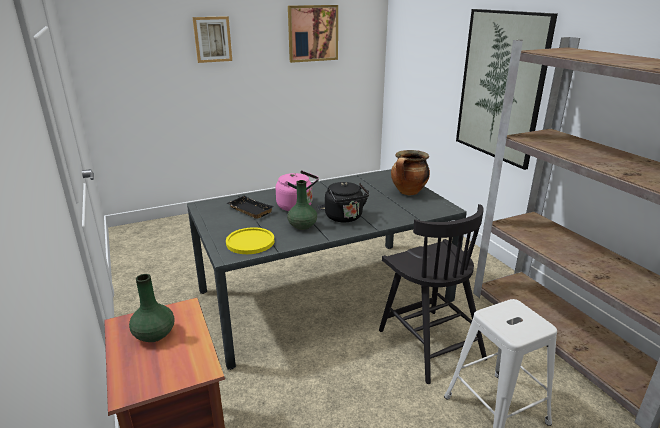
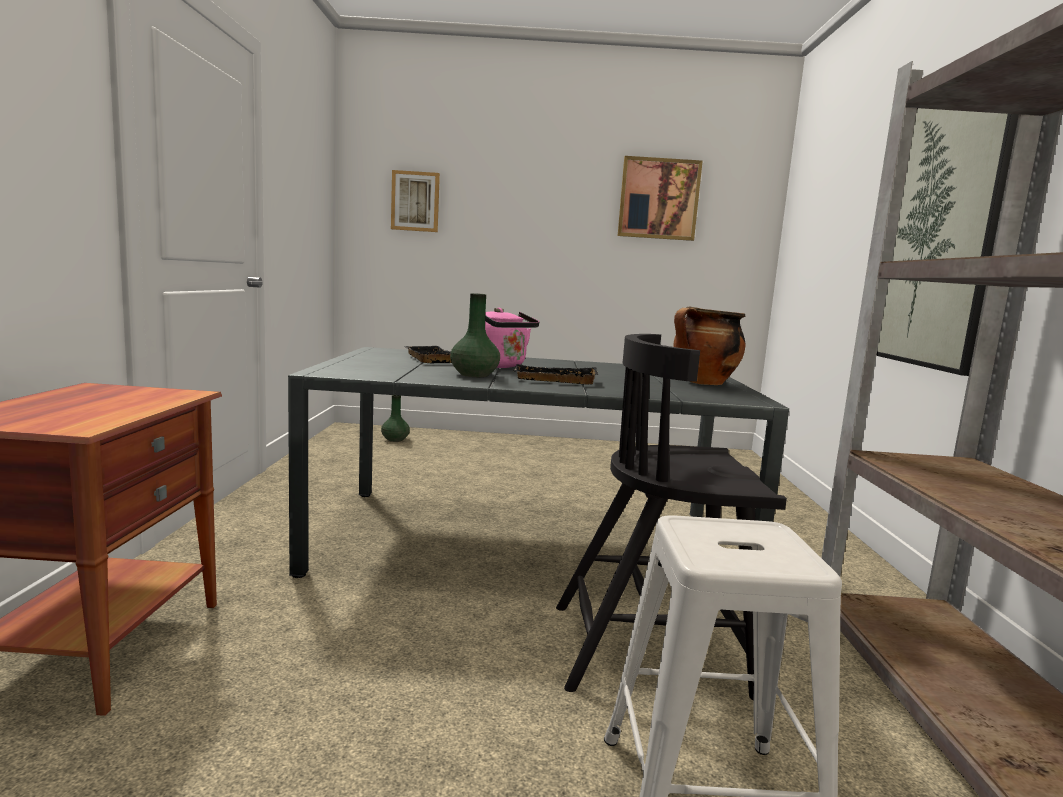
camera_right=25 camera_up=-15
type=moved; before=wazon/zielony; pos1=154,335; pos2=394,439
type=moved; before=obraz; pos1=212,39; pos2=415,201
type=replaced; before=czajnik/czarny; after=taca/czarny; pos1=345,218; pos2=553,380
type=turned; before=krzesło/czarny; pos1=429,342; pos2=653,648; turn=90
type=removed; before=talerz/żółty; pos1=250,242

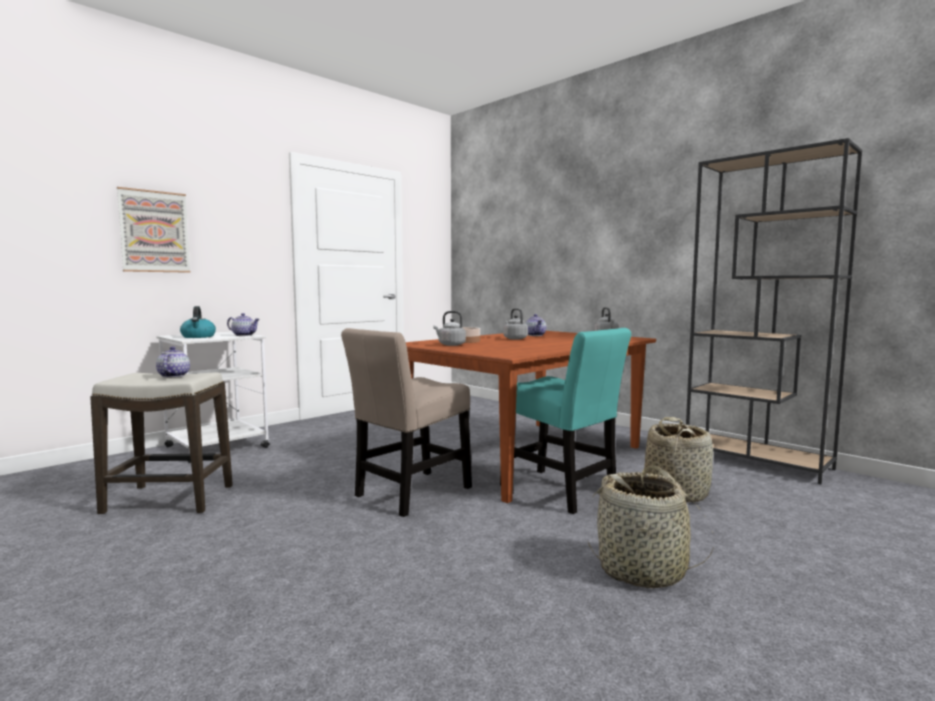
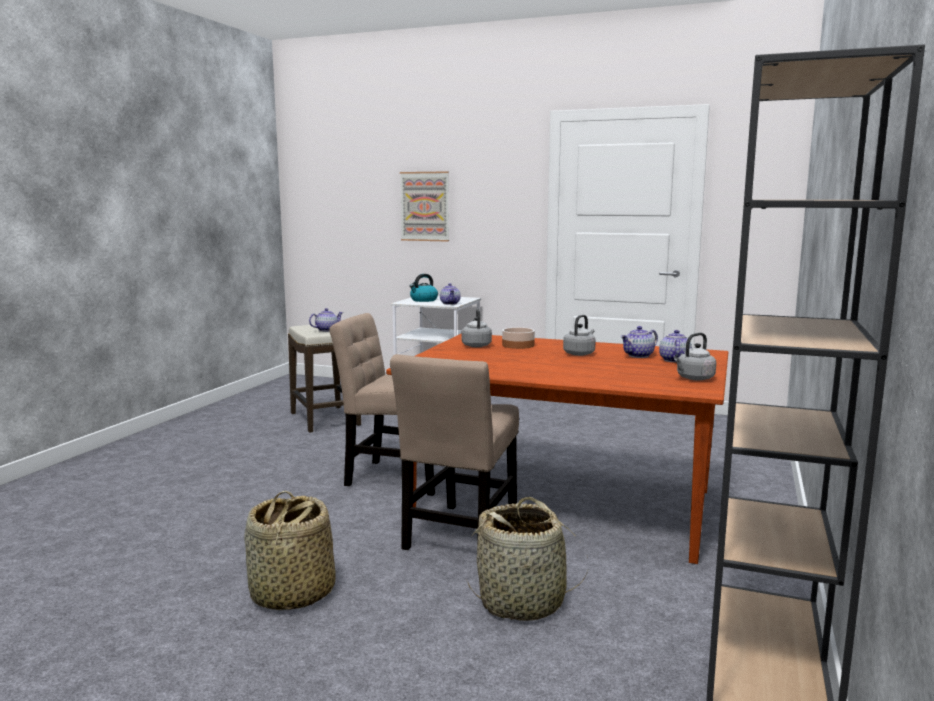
camera_right=65 camera_up=5
type=recoloured; before=krzesło/turkusowy; after=krzesło/beżowy; pos1=561,491; pos2=460,536
type=added; after=imbryk; pos2=673,360

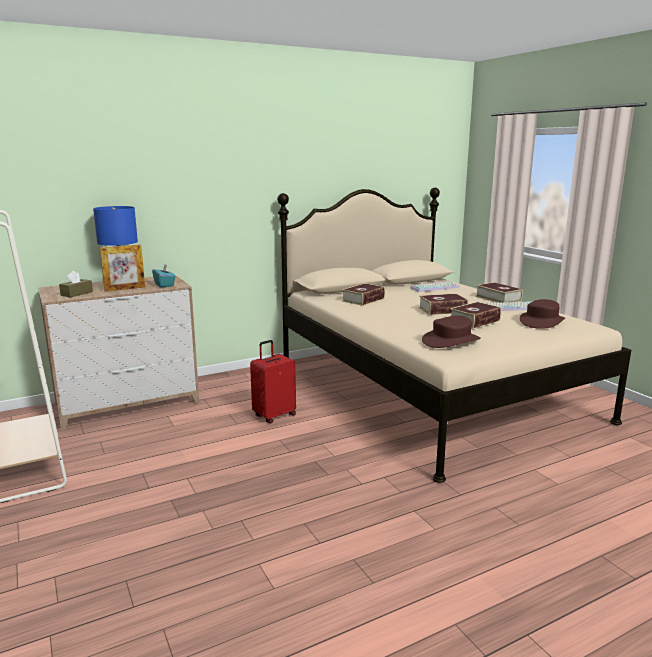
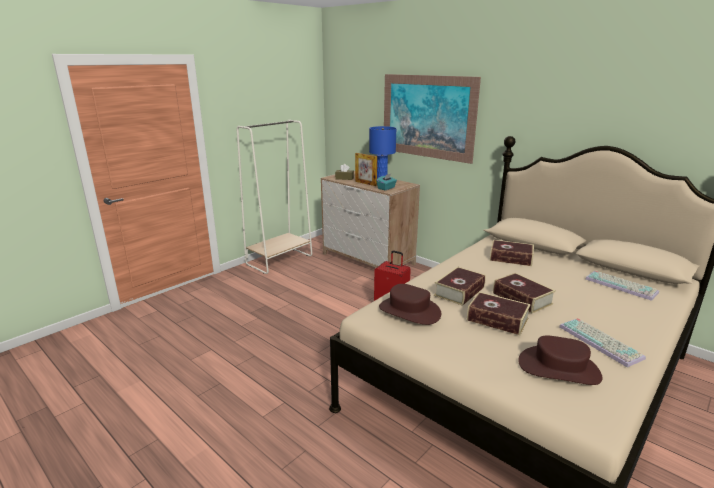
camera_right=70 camera_up=5
type=added; after=obraz; pos2=427,117
type=moved; before=książka; pos1=498,298; pos2=459,291

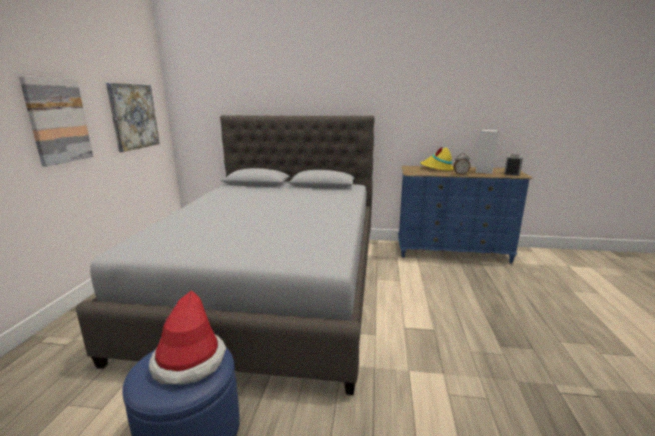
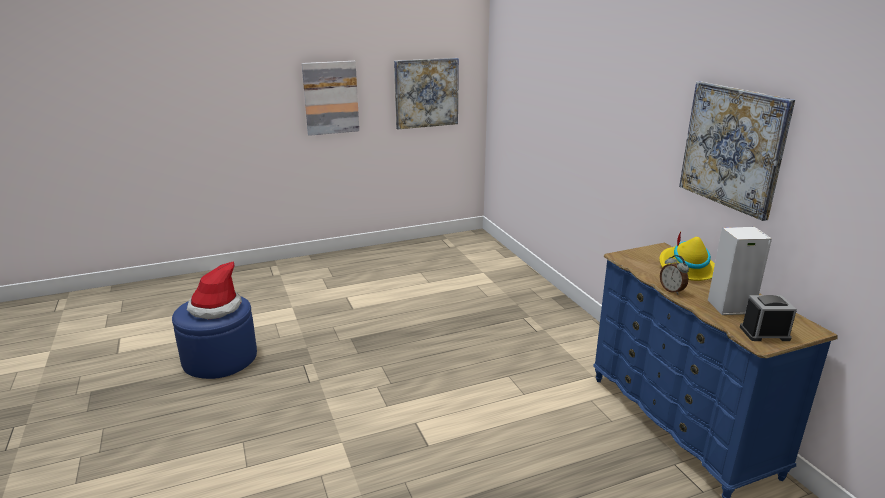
camera_right=60 camera_up=5
type=added; after=obraz; pos2=733,147
type=removed; before=łóżko/szary; pos1=273,285

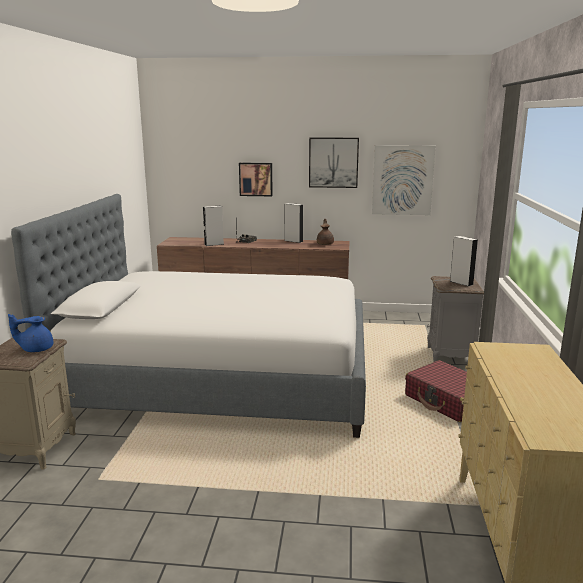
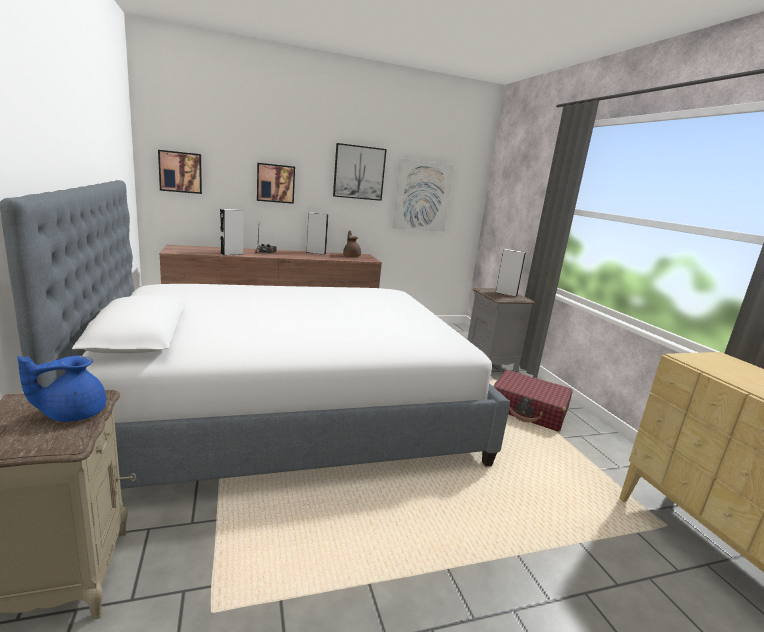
camera_right=-25 camera_up=0
type=added; after=obraz; pos2=180,172

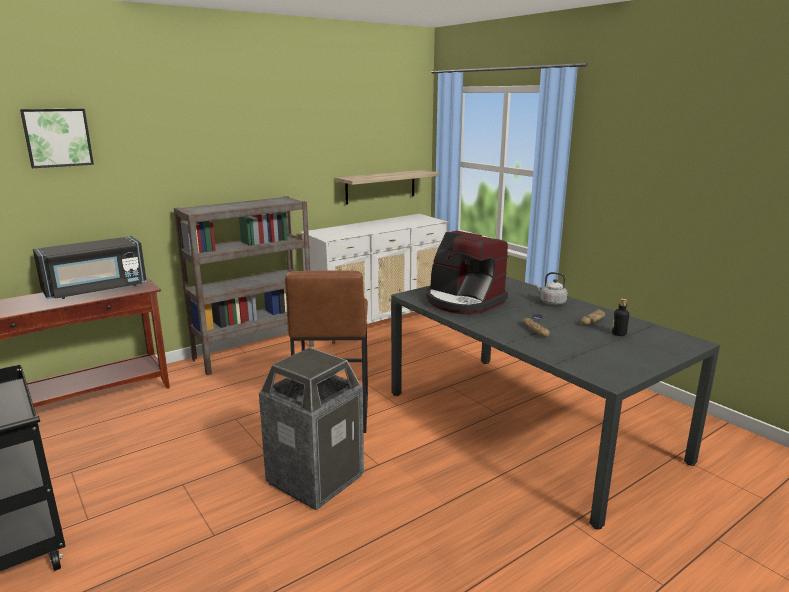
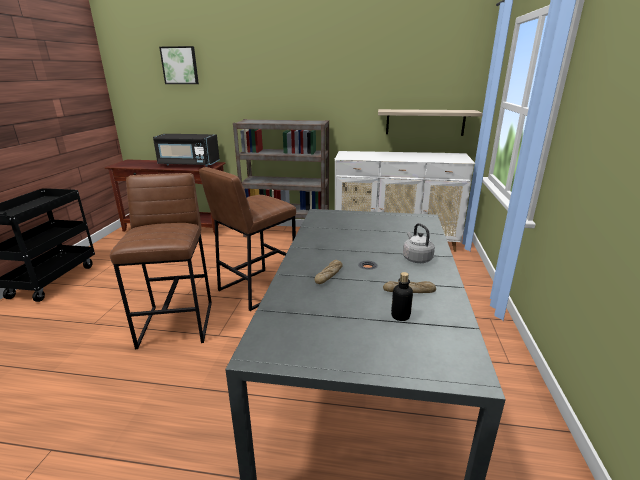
camera_right=45 camera_up=5
type=replaced; before=kosz na śmieci; after=stołek/brązowy; pos1=315,479; pos2=177,323
type=removed; before=ekspres do kawy; pos1=463,301

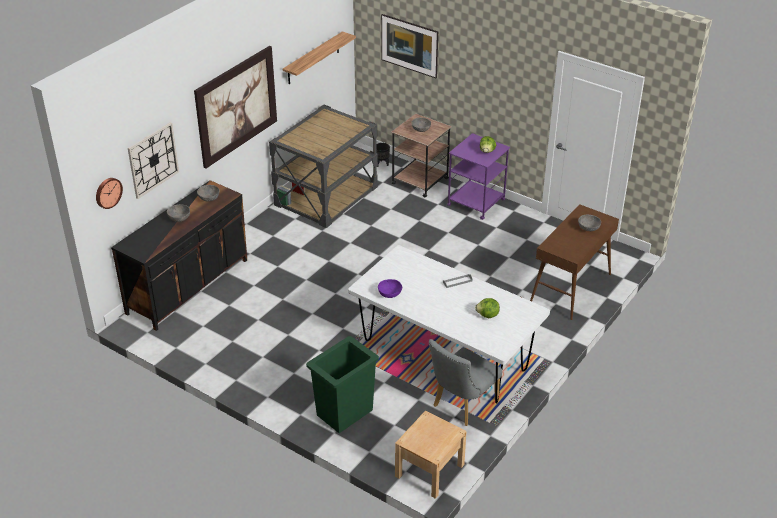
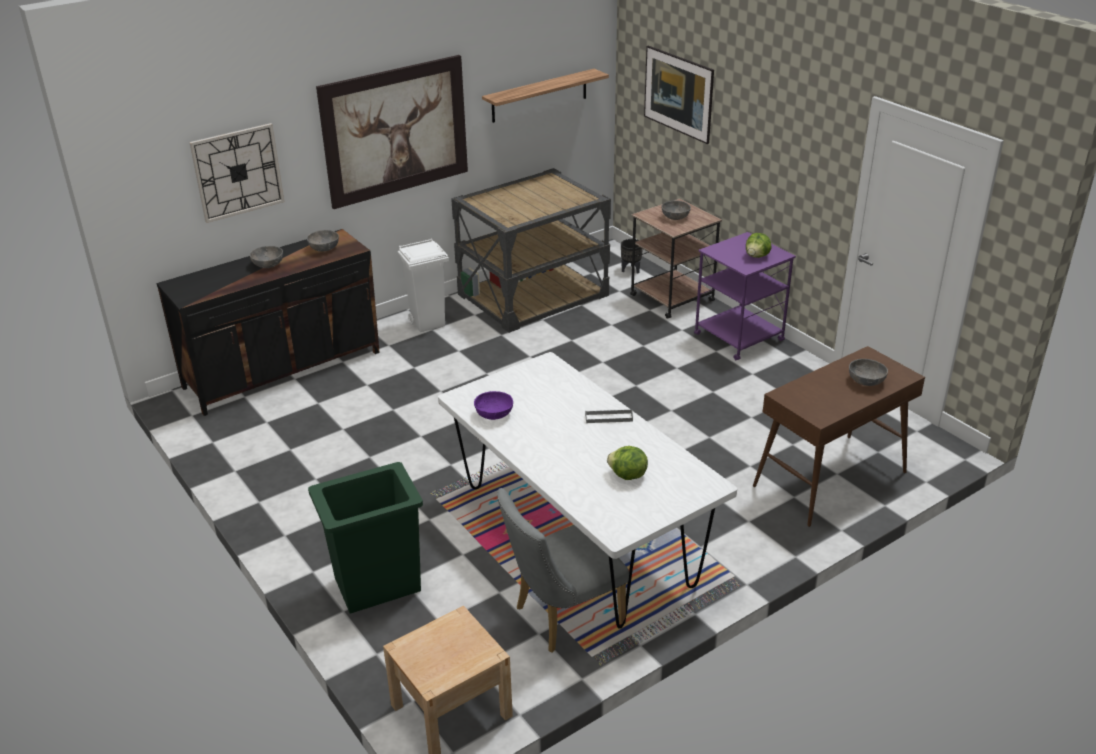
camera_right=20 camera_up=-5
type=added; after=kosz na śmieci/biały; pos2=428,323
type=removed; before=zegar ścienny; pos1=108,192

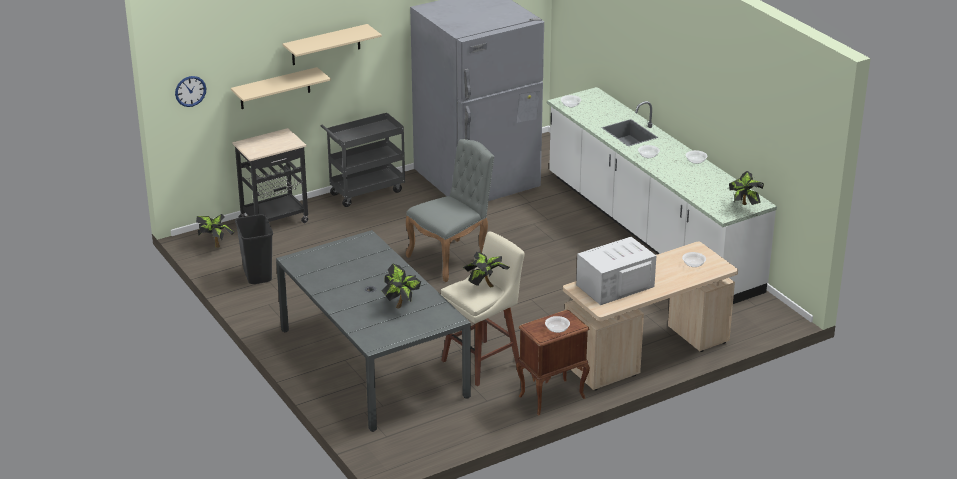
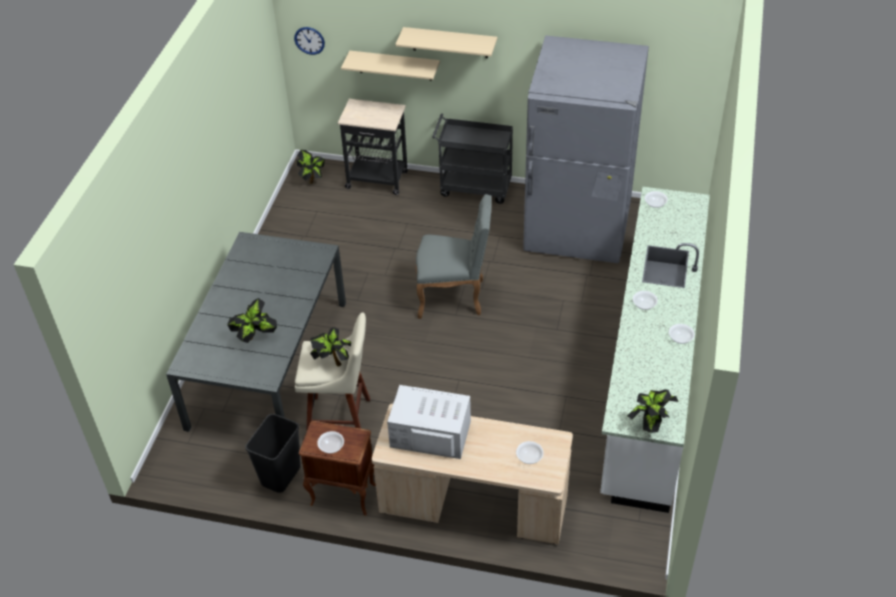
camera_right=45 camera_up=15
type=moved; before=kosz na śmieci/czarny; pos1=258,275; pos2=281,476

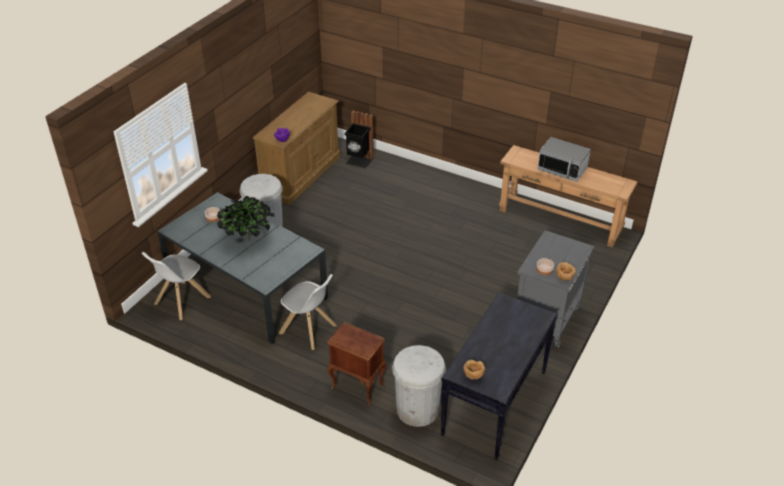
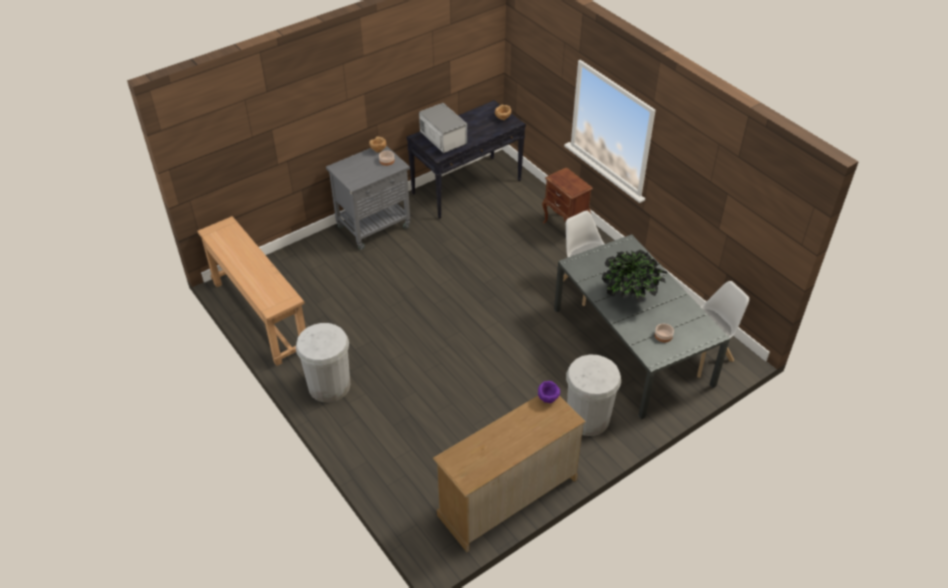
camera_right=-155 camera_up=5
type=moved; before=kosz na śmieci/biały; pos1=417,409; pos2=329,386
type=moved; before=mikrofalówka; pos1=562,169; pos2=443,139
type=removed; before=kosz na śmieci/czarny; pos1=359,161

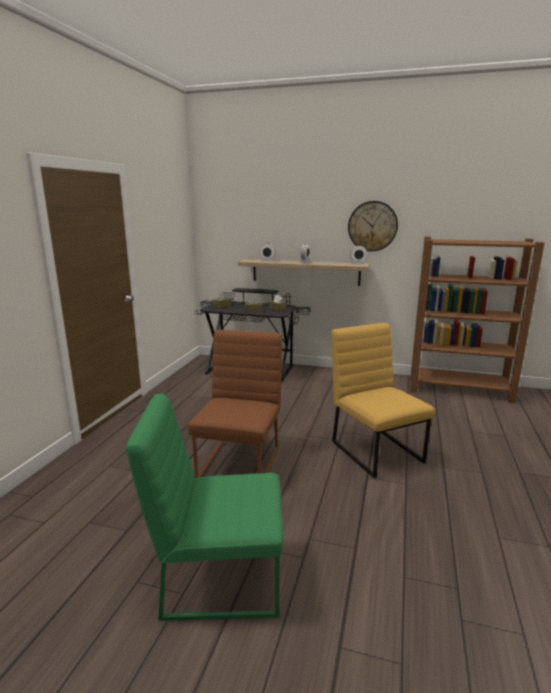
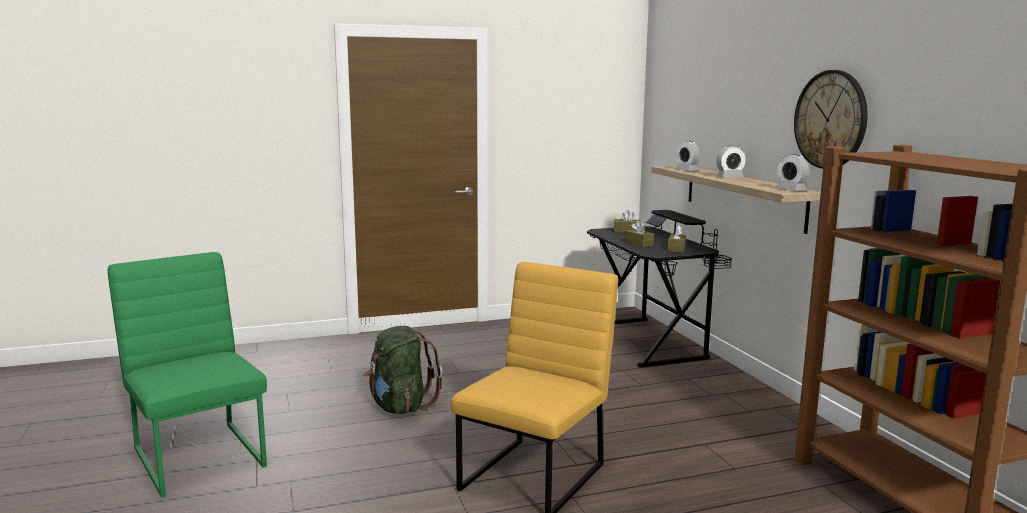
camera_right=55 camera_up=-5
type=replaced; before=krzesło/brązowy; after=plecak/zielony; pos1=240,463; pos2=400,406

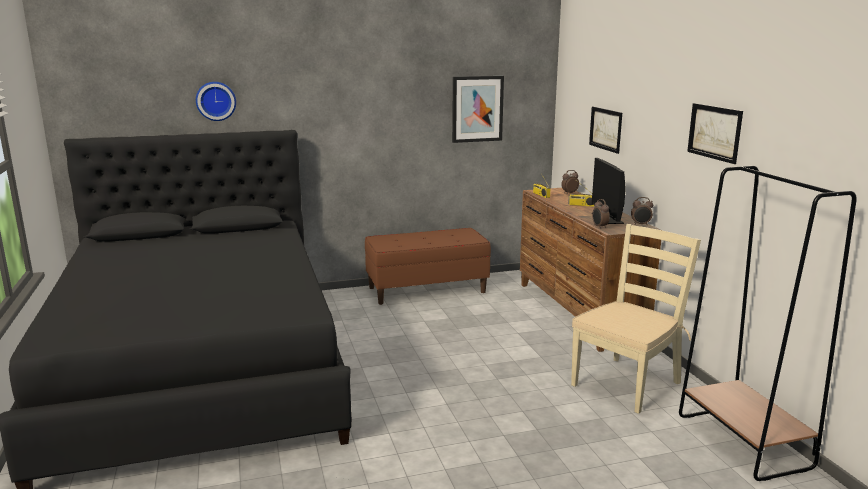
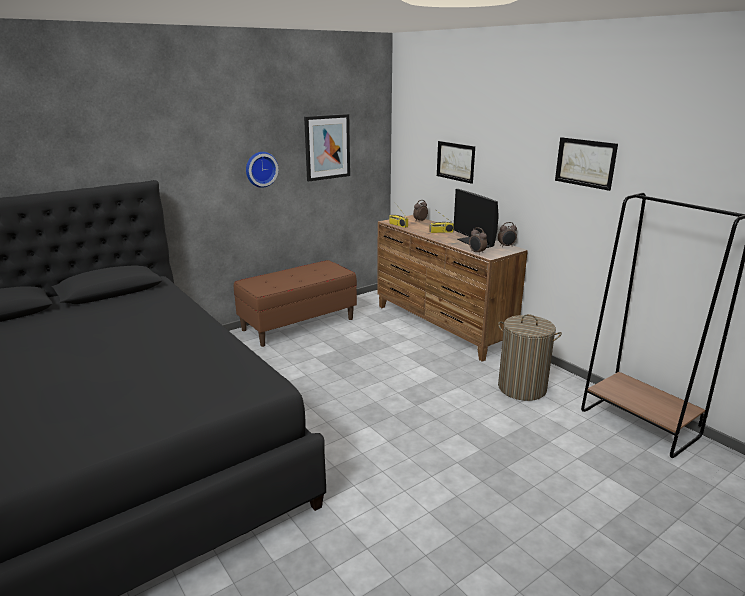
camera_right=-20 camera_up=5
type=moved; before=zegar ścienny; pos1=216,101; pos2=260,169
type=replaced; before=krzesło/beżowy; after=kosz na pranie; pos1=626,383; pos2=522,388

